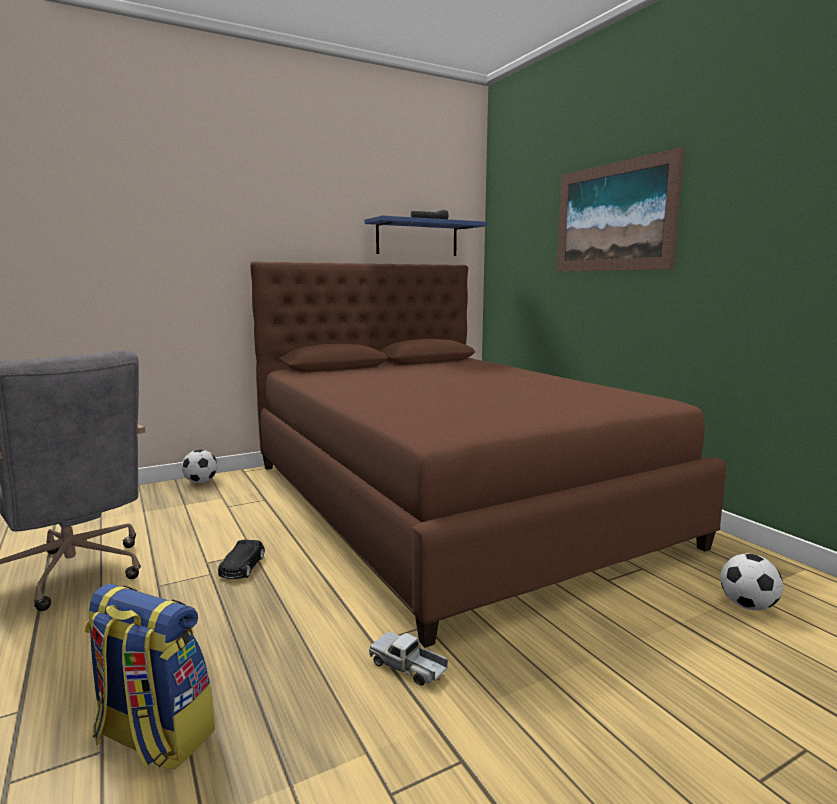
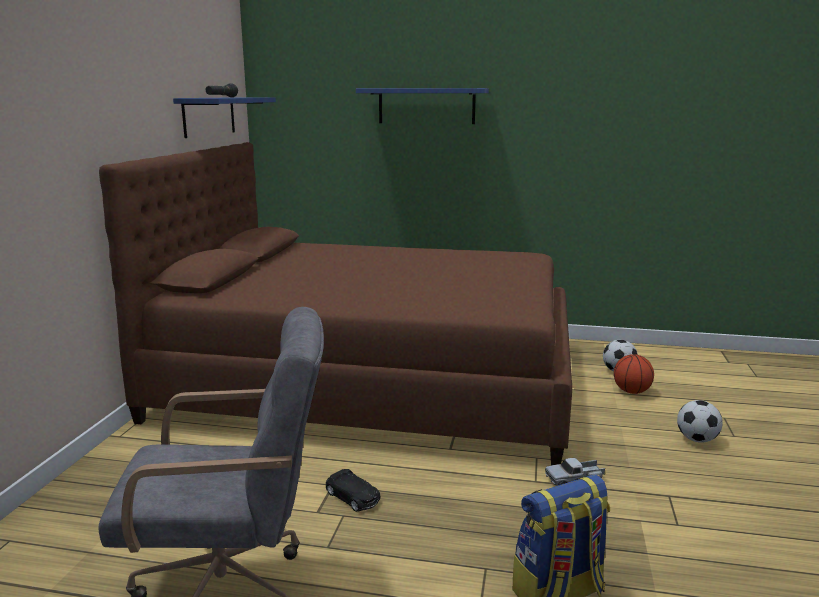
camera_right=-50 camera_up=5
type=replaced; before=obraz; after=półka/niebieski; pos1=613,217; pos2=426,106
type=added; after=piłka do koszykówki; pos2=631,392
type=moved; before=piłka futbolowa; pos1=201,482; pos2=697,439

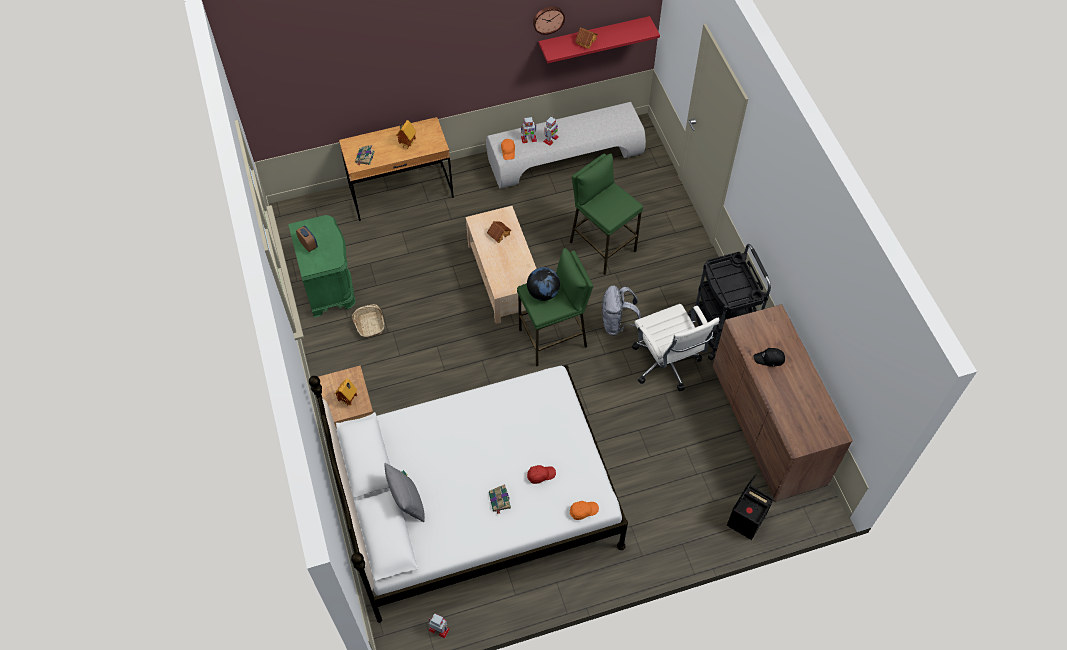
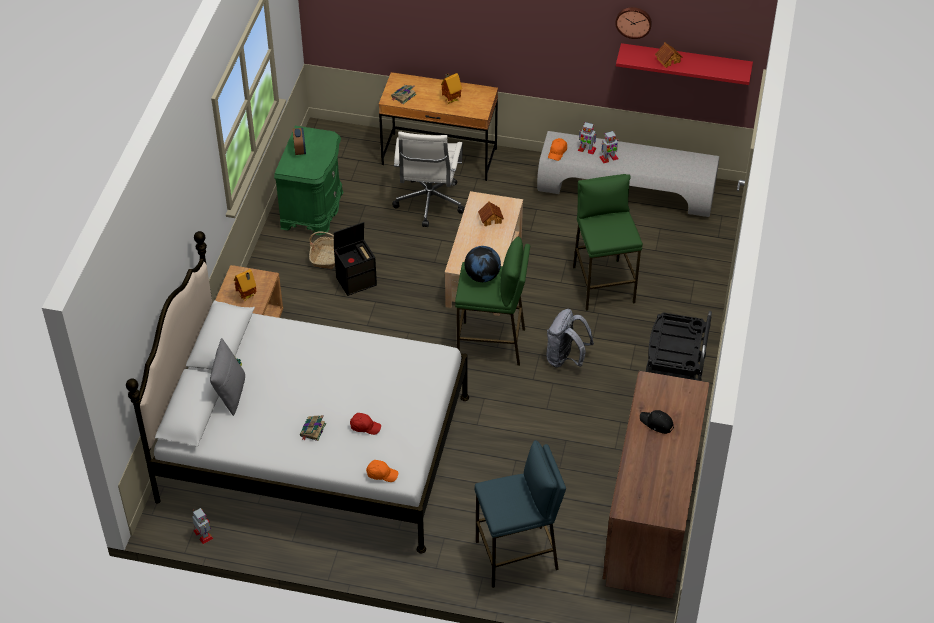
camera_right=30 camera_up=-10
type=moved; before=pojemnik do przechowywania/czarny; pos1=746,519; pos2=357,280
type=moved; before=krzesło biurowe/biały; pos1=667,365; pos2=429,205
type=added; after=stołek/niebieski; pos2=517,556

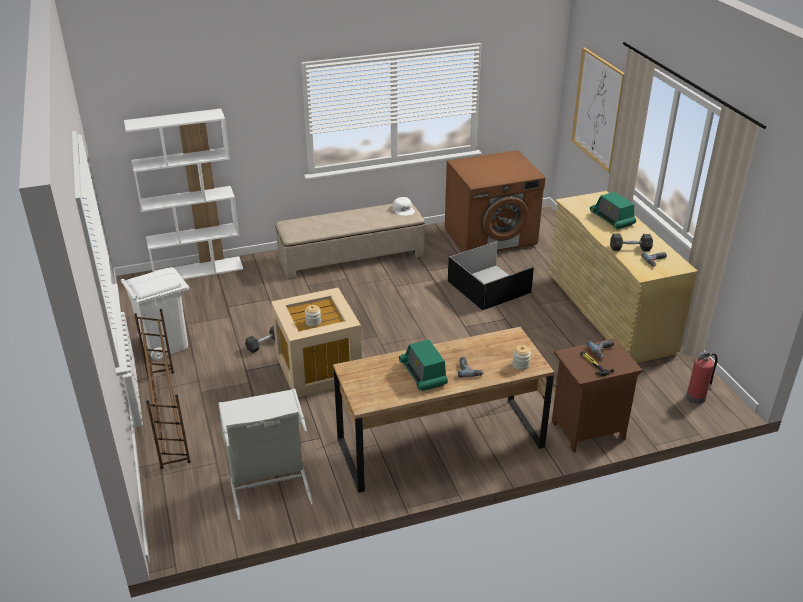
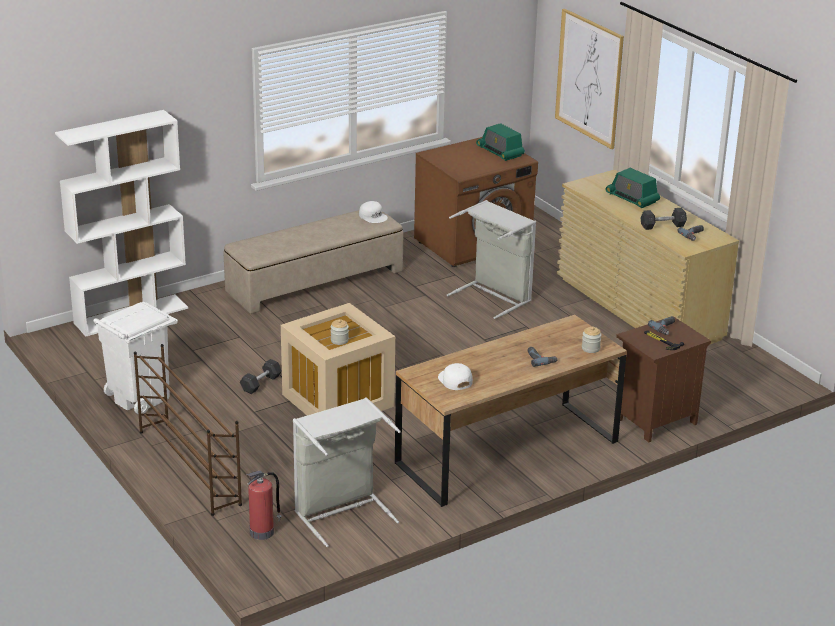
camera_right=-15 camera_up=-5
type=moved; before=gaśnica; pos1=696,397; pos2=263,531
type=added; after=czapka z daszkiem/biały; pos2=454,380
type=replaced; before=pojemnik do przechowywania/czarny; after=kosz na pranie/szary; pos1=489,287; pos2=494,296
type=moved; before=radio; pos1=423,374; pos2=500,152

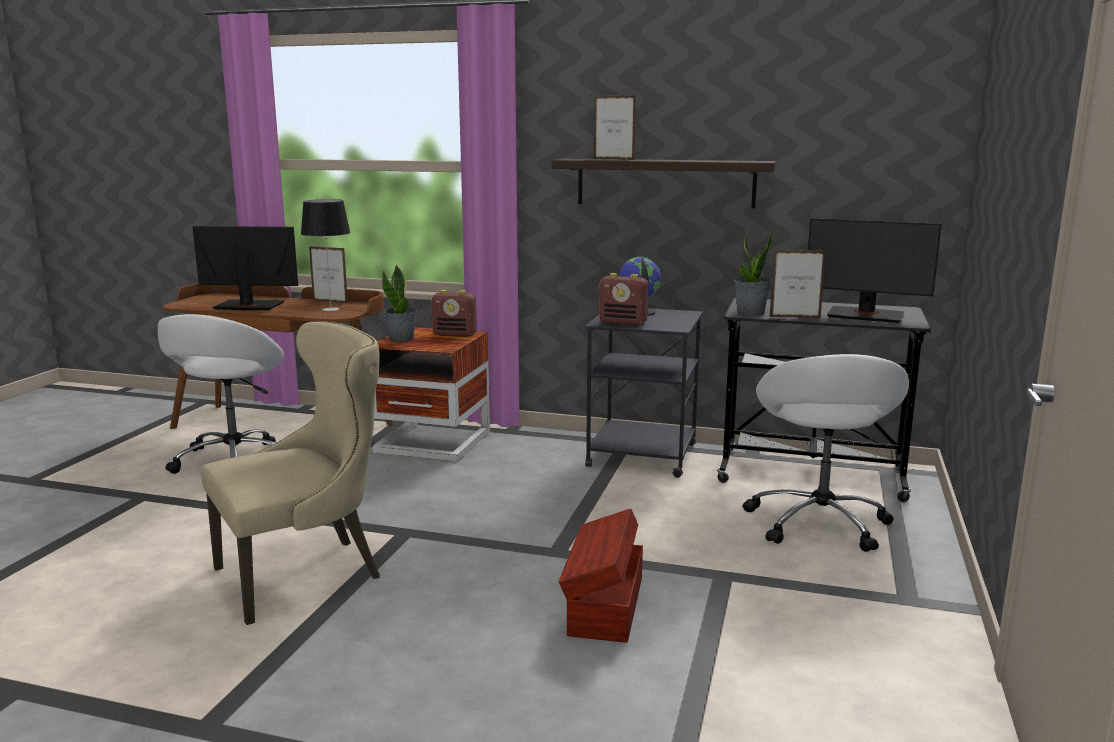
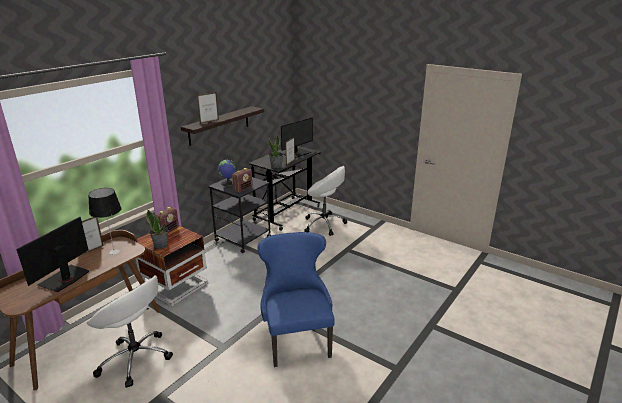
camera_right=-70 camera_up=10
type=recoloured; before=krzesło/beżowy; after=krzesło/niebieski; pos1=305,574; pos2=296,338
type=removed; before=pojemnik do przechowywania/brązowy; pos1=604,606

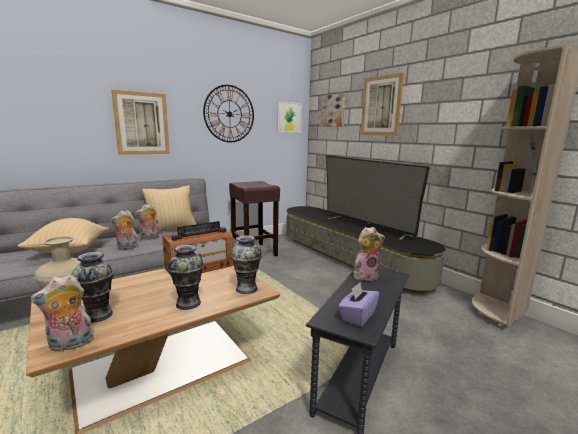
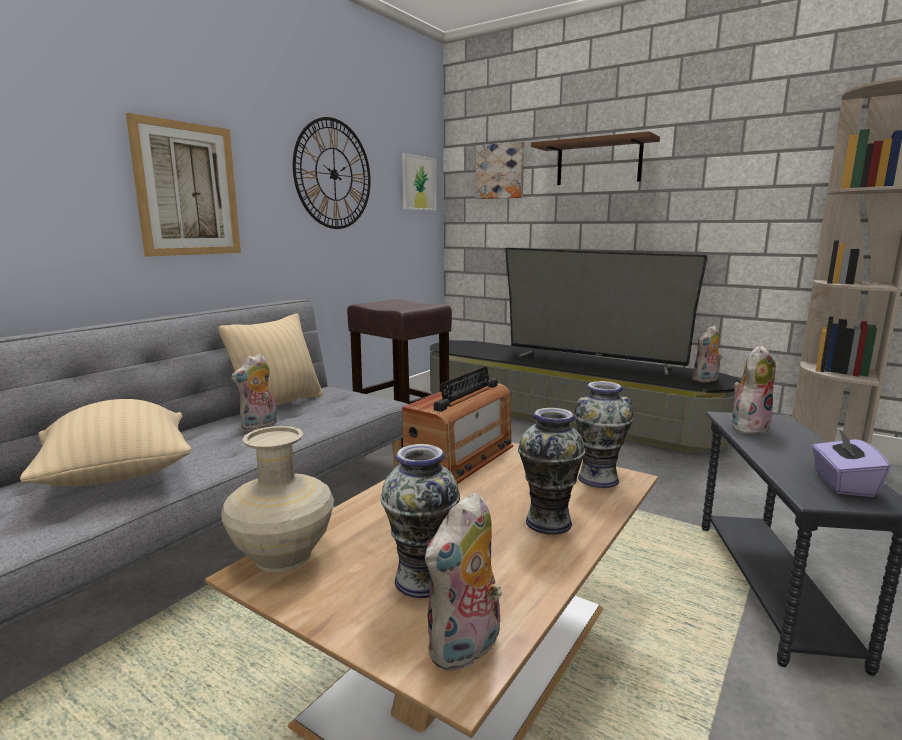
camera_right=-20 camera_up=0
type=replaced; before=obraz; after=półka/brązowy; pos1=381,106; pos2=598,162
type=moved; before=pluszak; pos1=127,247; pos2=706,380

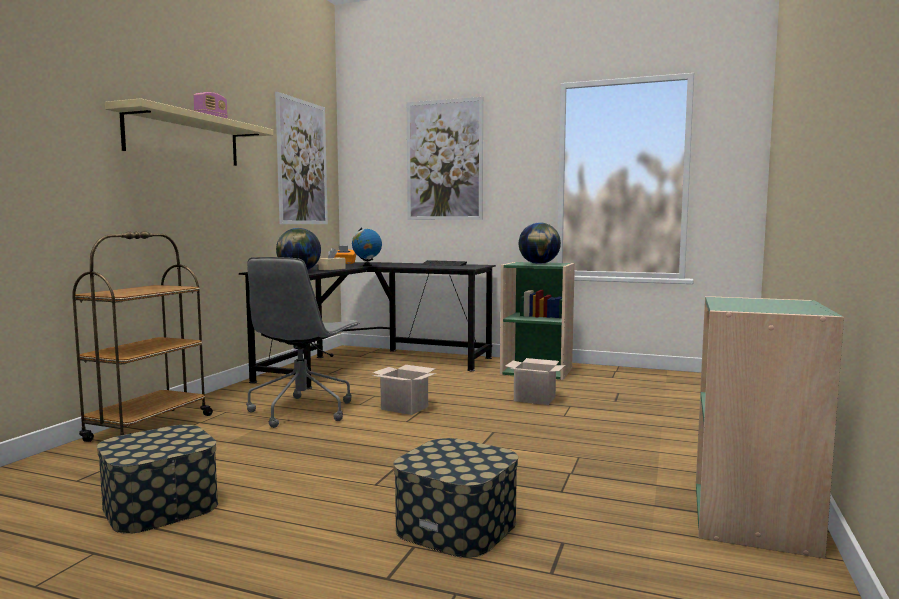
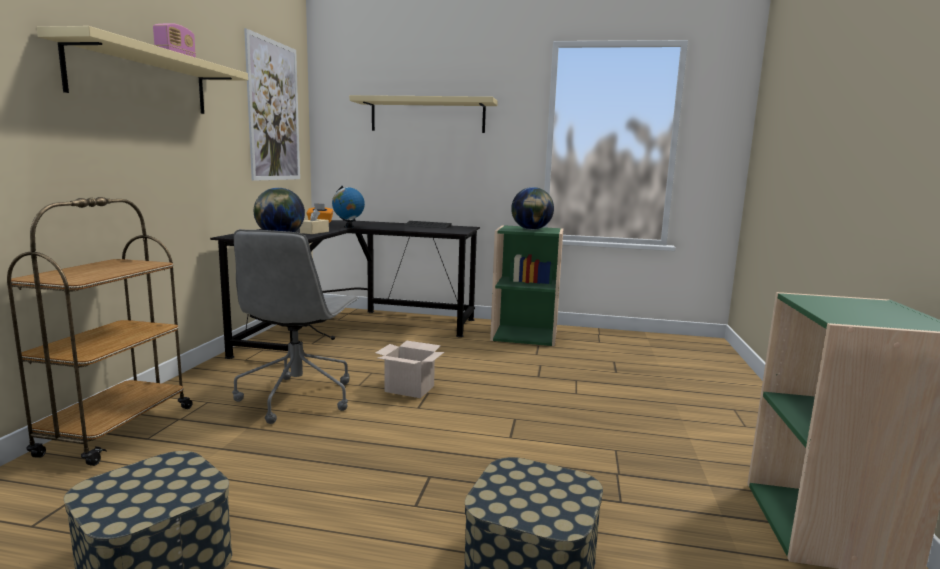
camera_right=-10 camera_up=5
type=replaced; before=obraz; after=półka/beżowy; pos1=444,160; pos2=427,115
type=removed; before=karton; pos1=535,399

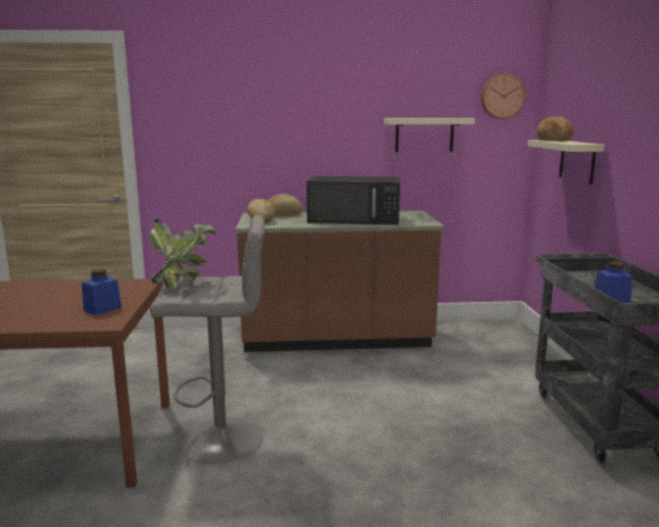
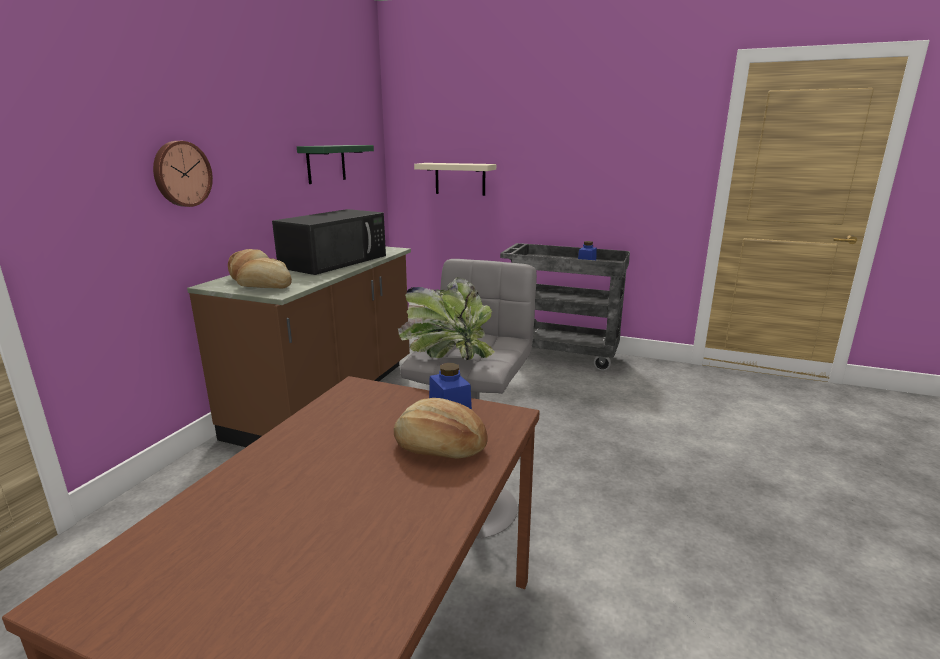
camera_right=-65 camera_up=5
type=moved; before=zegar ścienny; pos1=502,96; pos2=181,174
type=recoloured; before=półka/beżowy; after=półka/zielony; pos1=424,135; pos2=326,163
type=moved; before=chleb; pos1=553,140; pos2=439,448

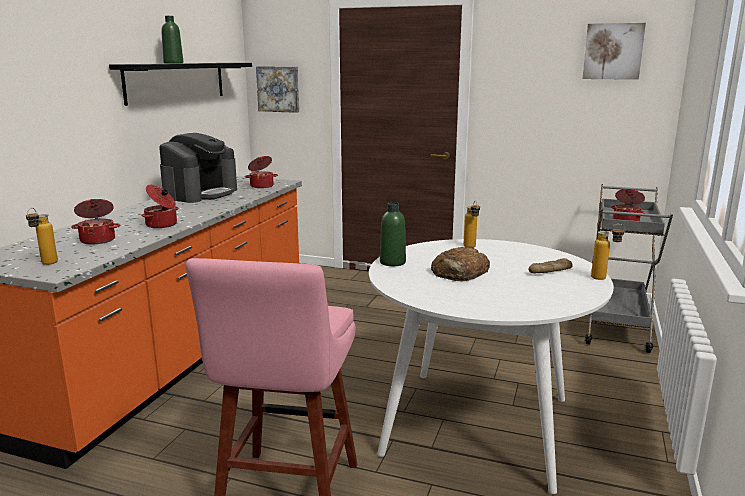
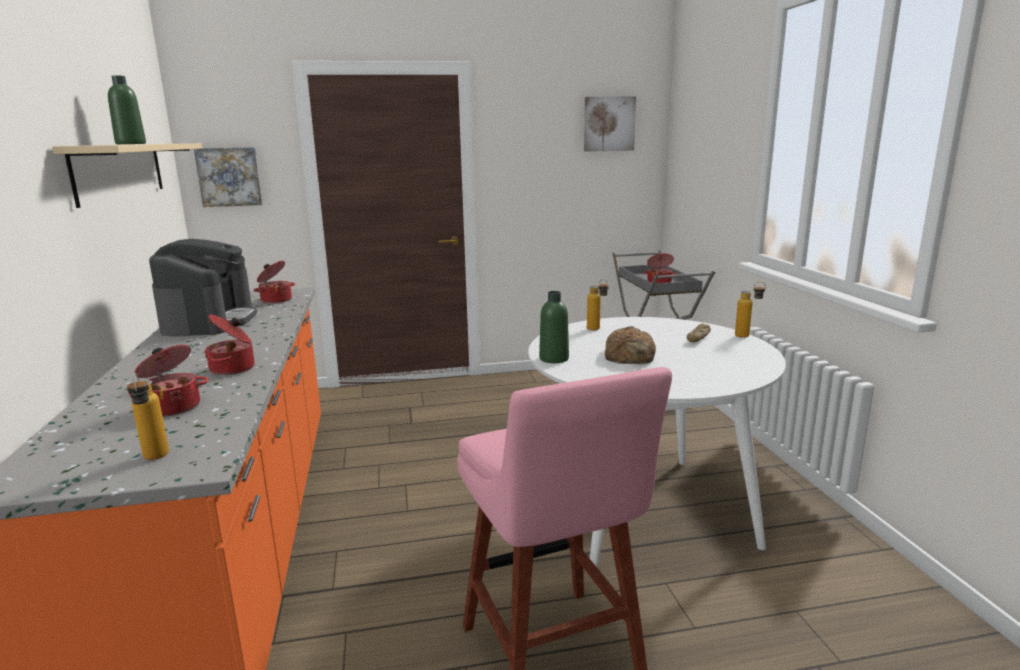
camera_right=-30 camera_up=0
type=recoloured; before=półka/czarny; after=półka/beżowy; pos1=176,81; pos2=120,171

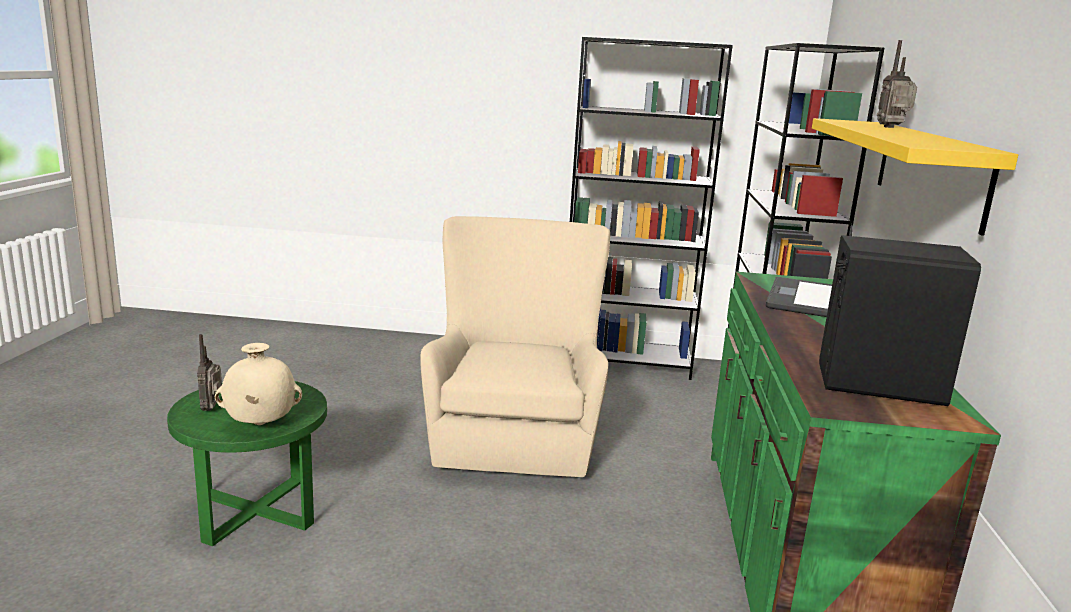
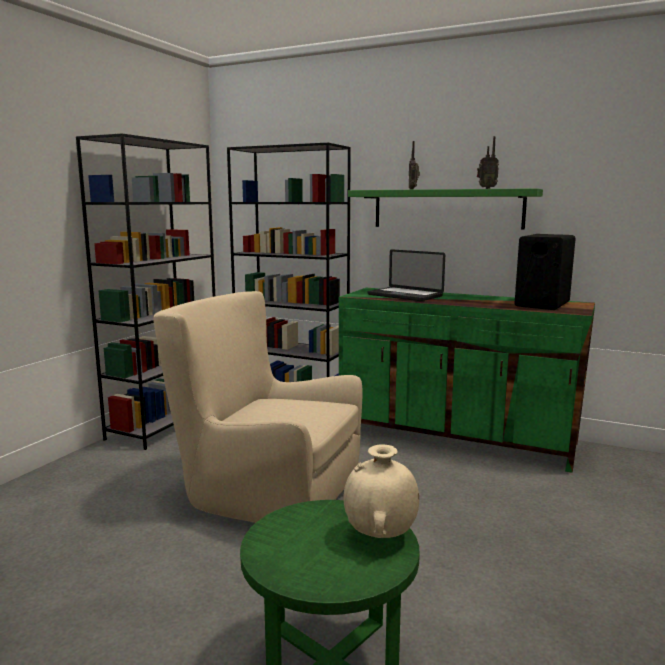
camera_right=-70 camera_up=-5
type=recoloured; before=półka/żółty; after=półka/zielony; pos1=929,170; pos2=447,209
type=moved; before=radio; pos1=212,408; pos2=486,189

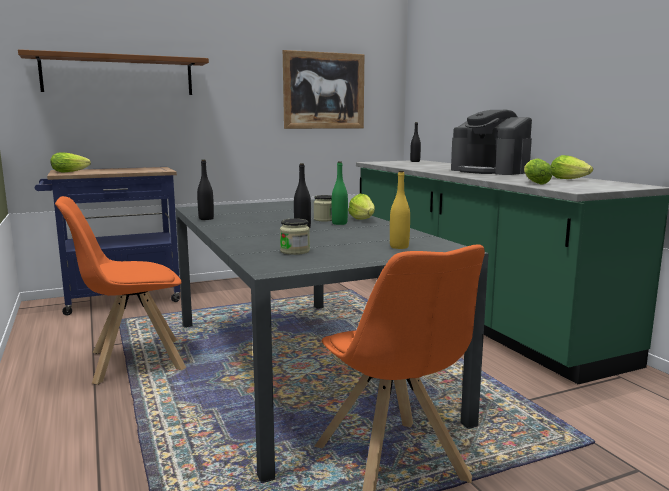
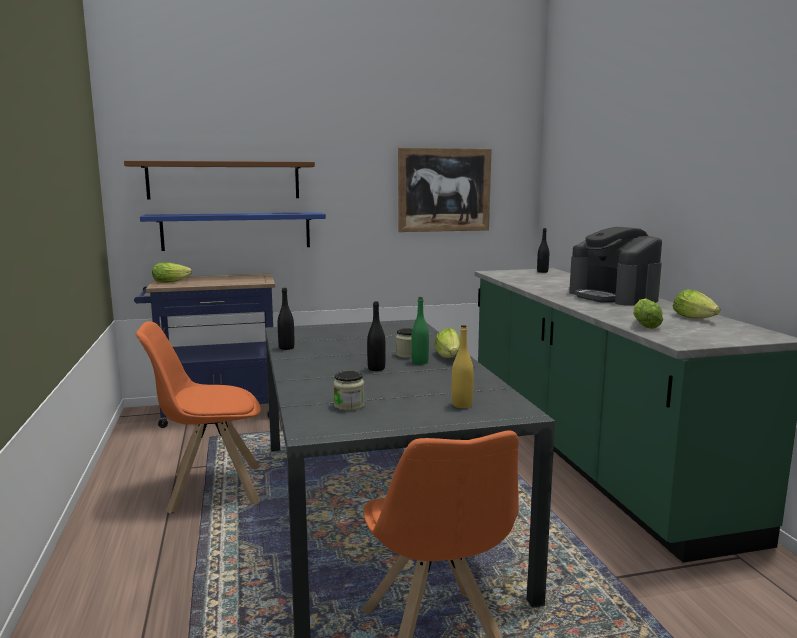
camera_right=10 camera_up=0
type=added; after=półka/niebieski; pos2=236,231

